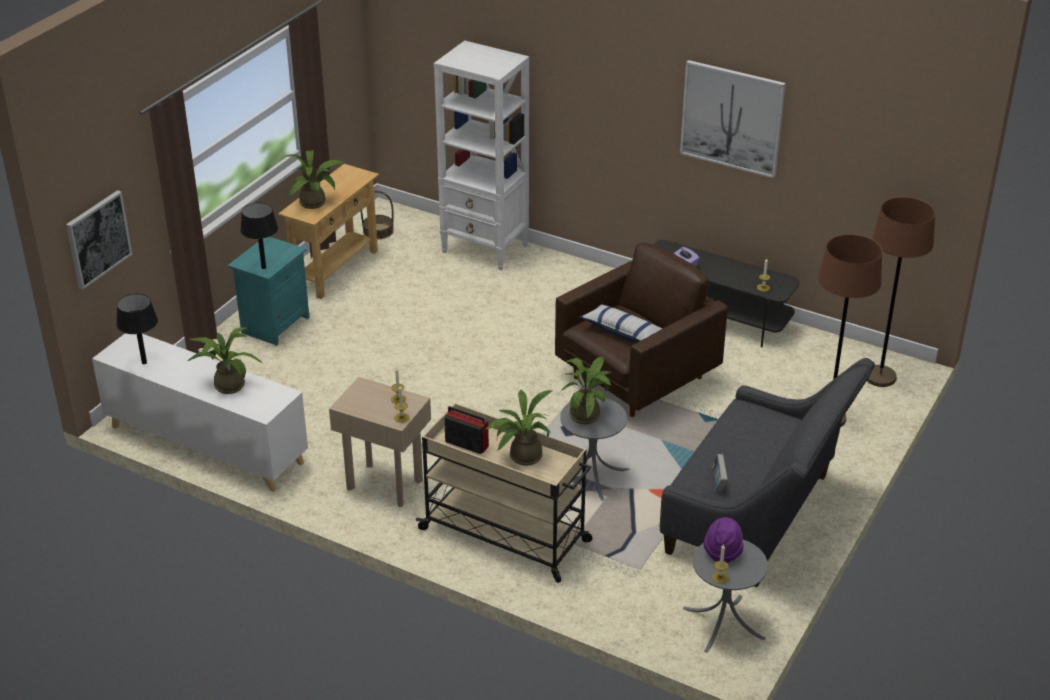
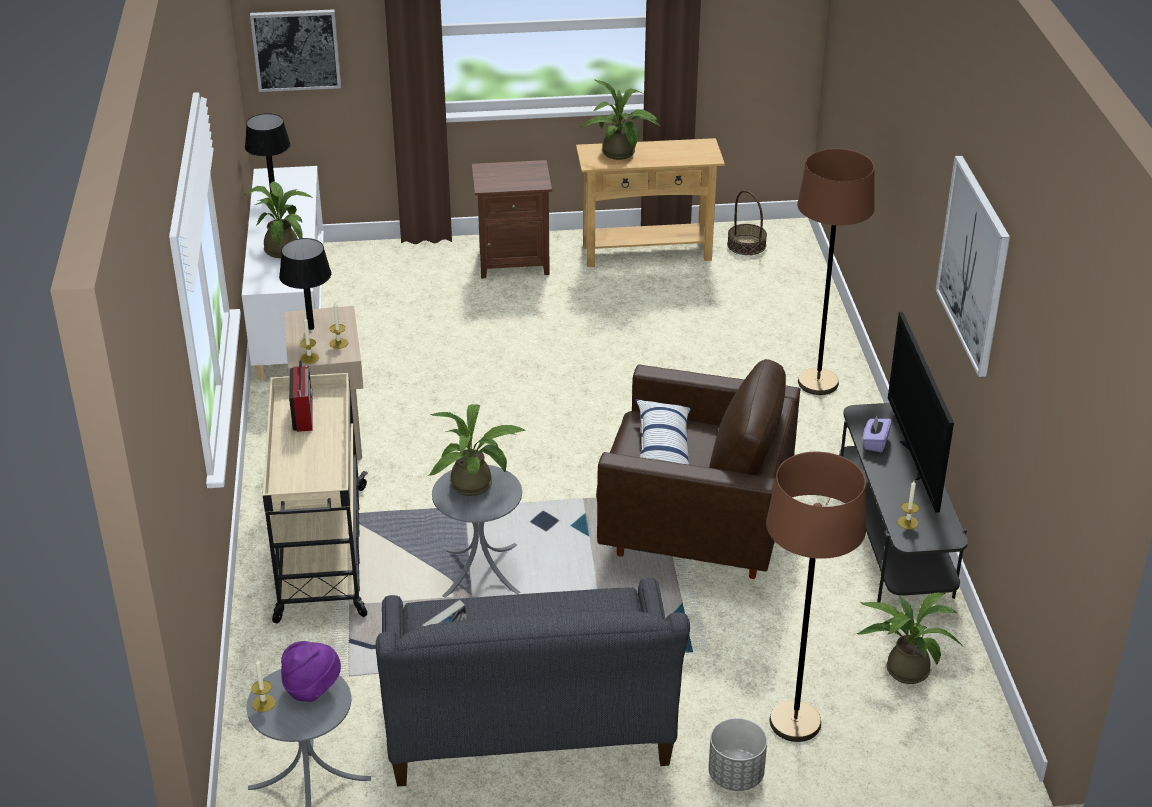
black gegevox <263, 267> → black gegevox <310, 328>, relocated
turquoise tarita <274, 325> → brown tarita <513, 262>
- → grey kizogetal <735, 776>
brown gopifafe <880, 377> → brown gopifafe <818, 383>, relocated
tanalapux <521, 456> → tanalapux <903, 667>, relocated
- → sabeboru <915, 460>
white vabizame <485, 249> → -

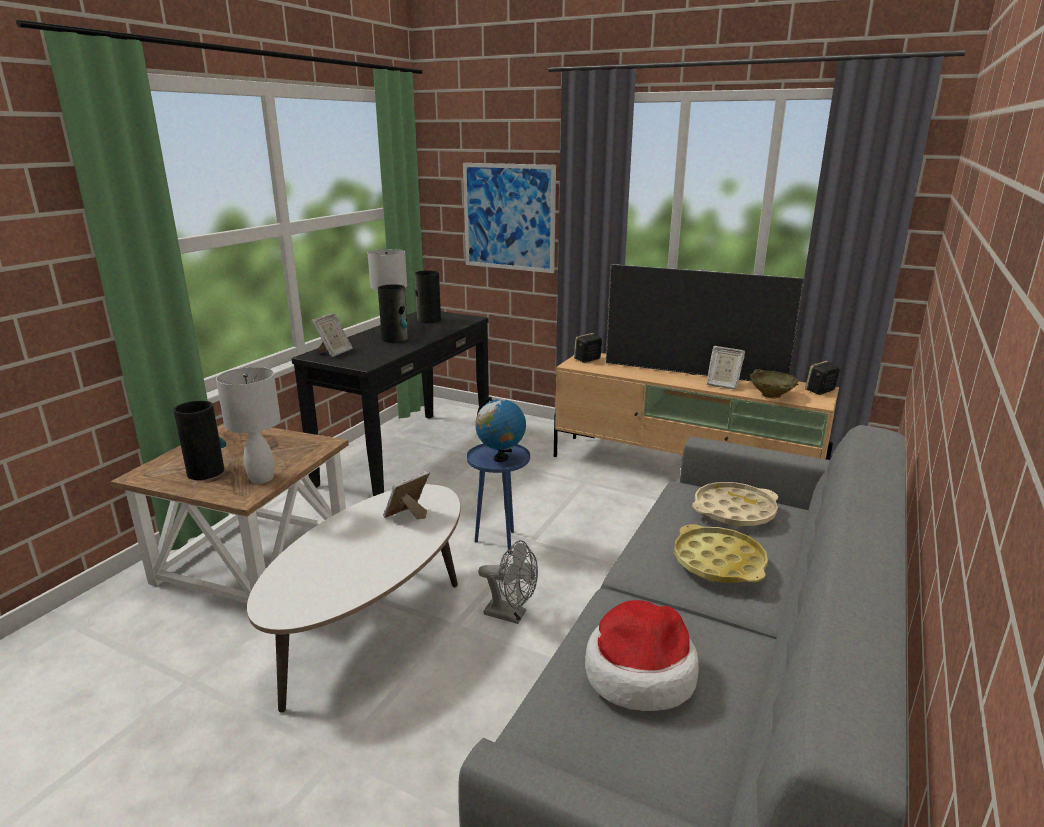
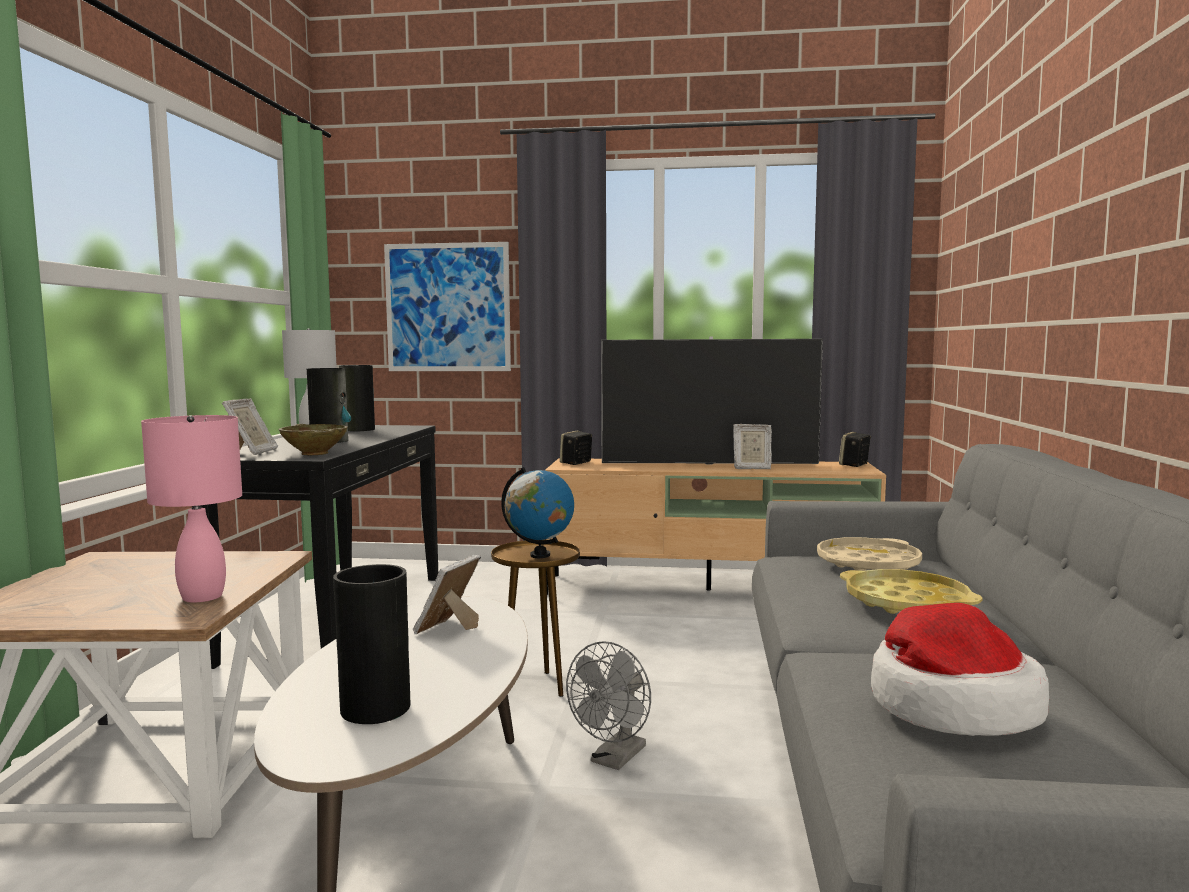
white gegevox <261, 479> → pink gegevox <202, 597>
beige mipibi <771, 395> → beige mipibi <314, 453>, relocated
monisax <206, 471> → monisax <375, 707>, relocated
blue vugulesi <499, 542> → brown vugulesi <537, 686>
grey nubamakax <511, 614> → grey nubamakax <614, 759>, 120 degrees clockwise

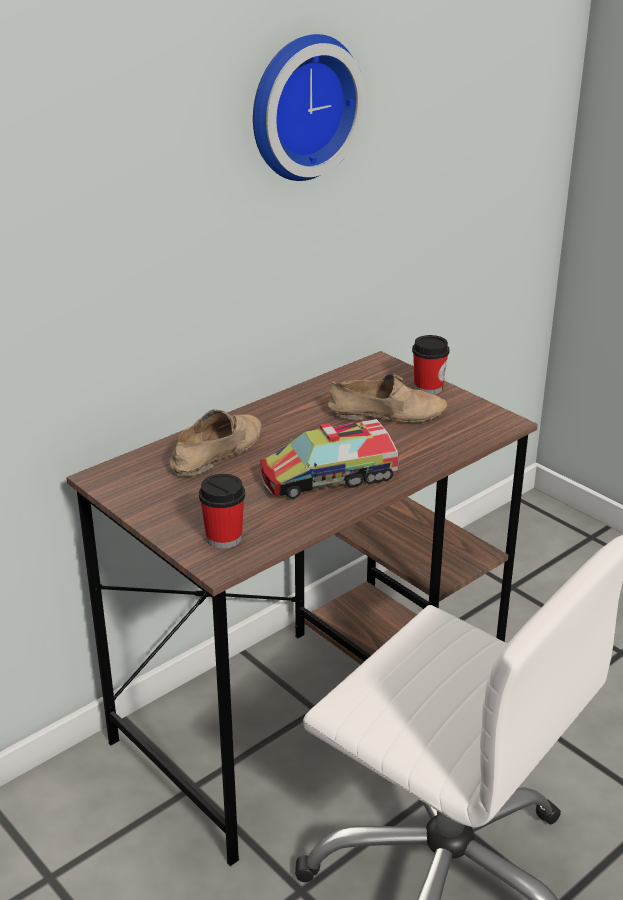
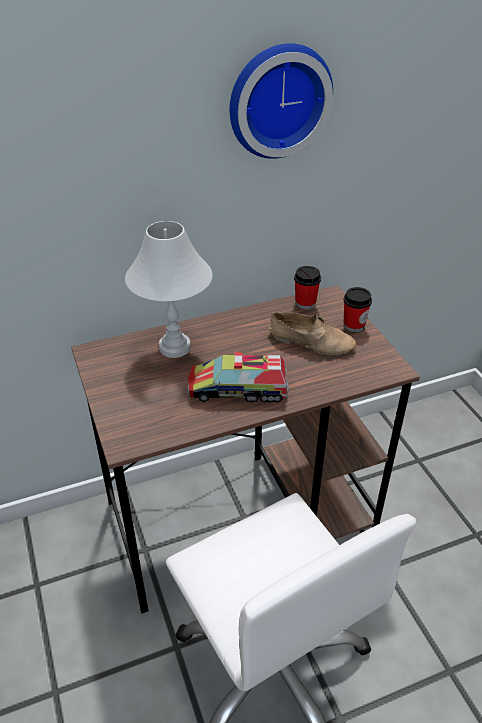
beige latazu <215, 451> → white gegevox <175, 347>
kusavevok <224, 538> → kusavevok <305, 303>, relocated

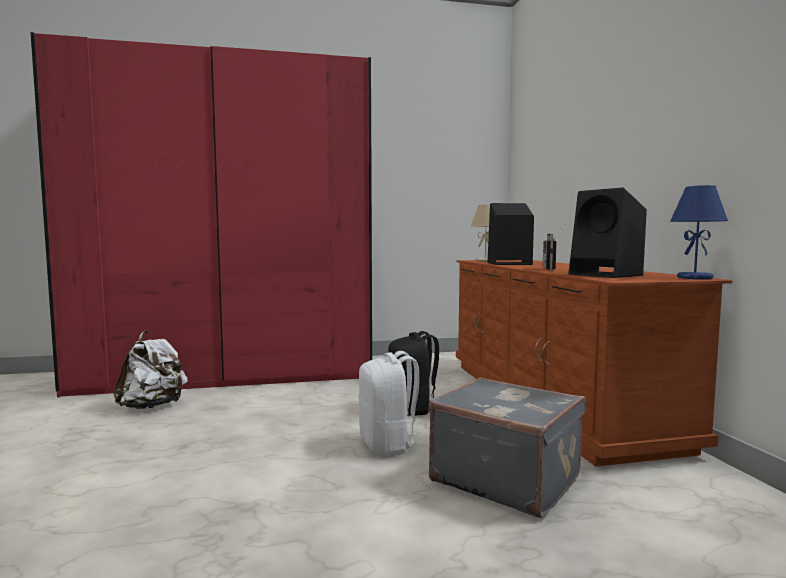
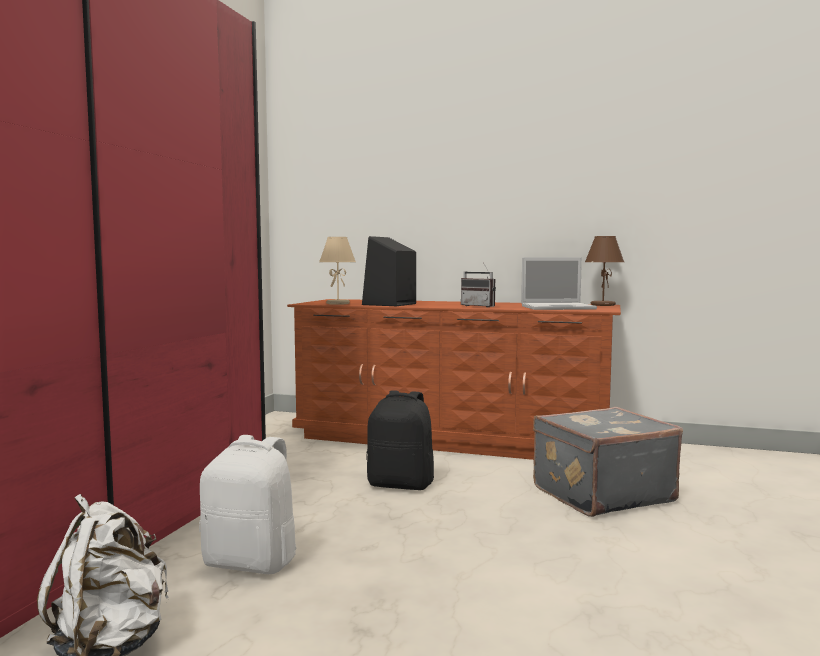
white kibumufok <388, 445> → white kibumufok <252, 562>, relocated
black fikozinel <607, 275> → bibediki <559, 307>
blue gegevox <695, 278> → brown gegevox <602, 305>

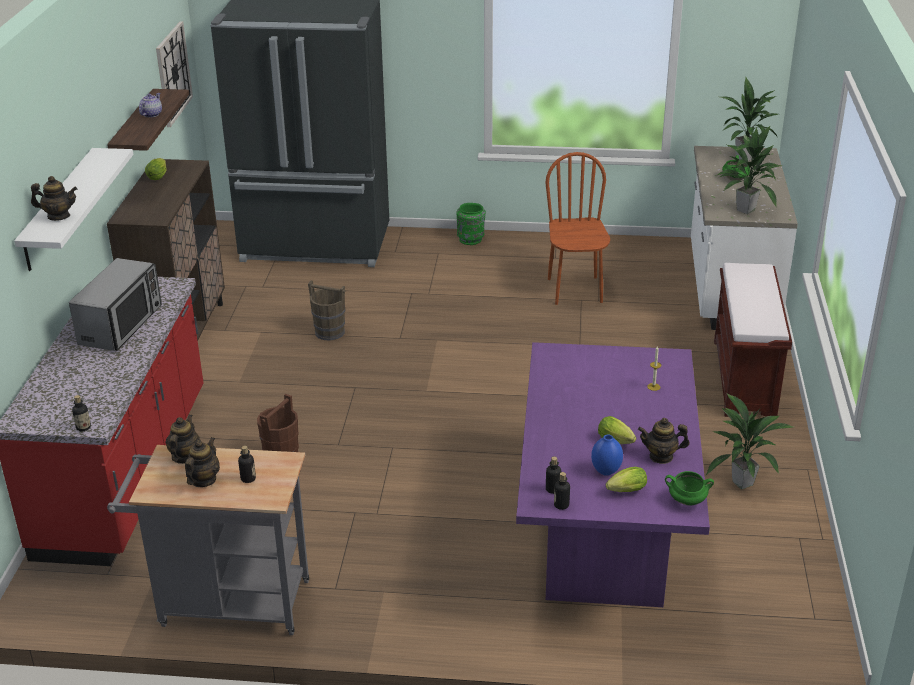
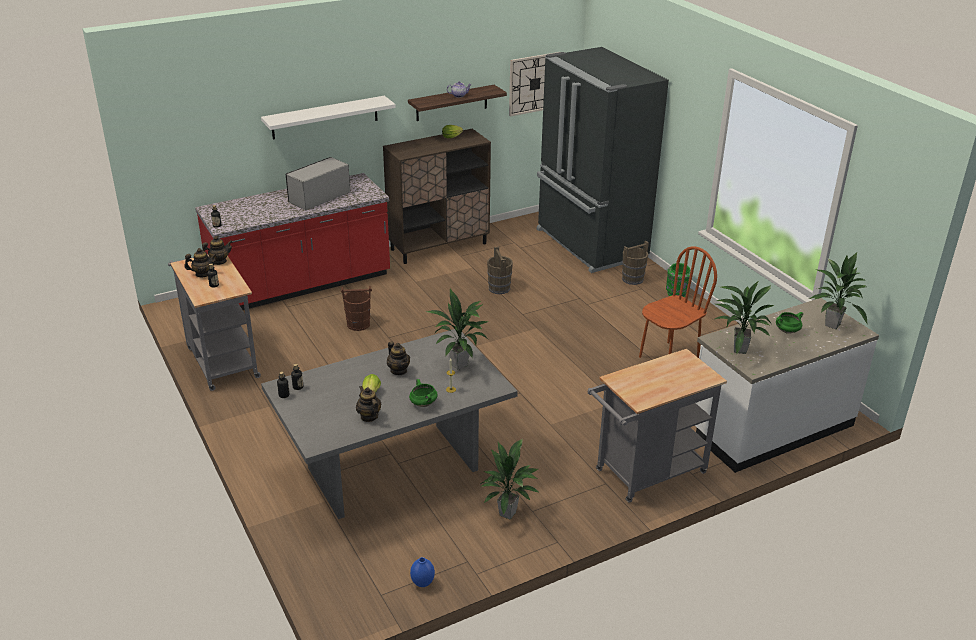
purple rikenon <605, 534> → grey rikenon <392, 470>
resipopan <121, 325> → resipopan <319, 197>, 150 degrees clockwise
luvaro <58, 216> → luvaro <398, 370>, relocated
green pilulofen <686, 501> → green pilulofen <423, 404>, relocated
blue monisax <606, 471> → blue monisax <422, 583>, relocated
- → tanalapux <459, 365>
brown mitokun <745, 379> → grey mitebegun <645, 474>
- → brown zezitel <633, 279>
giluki <625, 491> → -

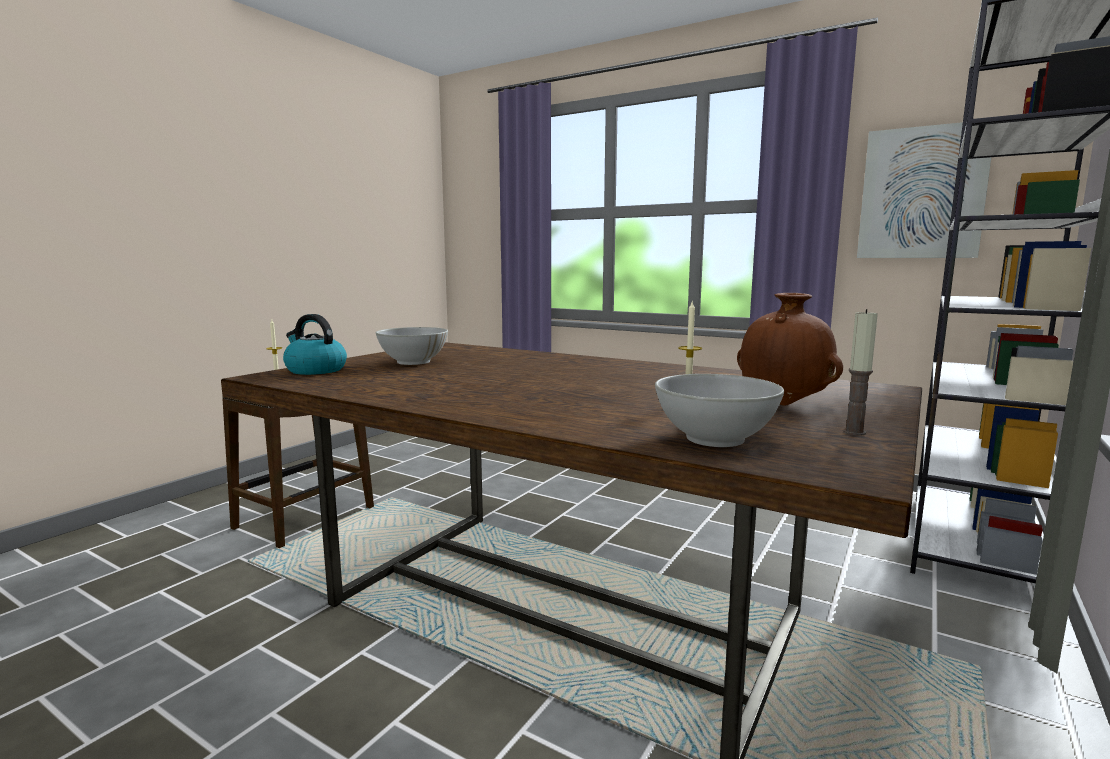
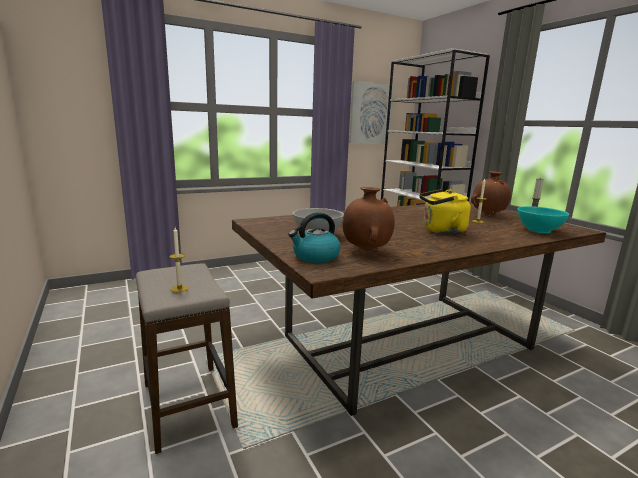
- → brown monisax <366, 250>
- → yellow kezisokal <441, 231>
white mipibi <714, 439> → turquoise mipibi <539, 230>

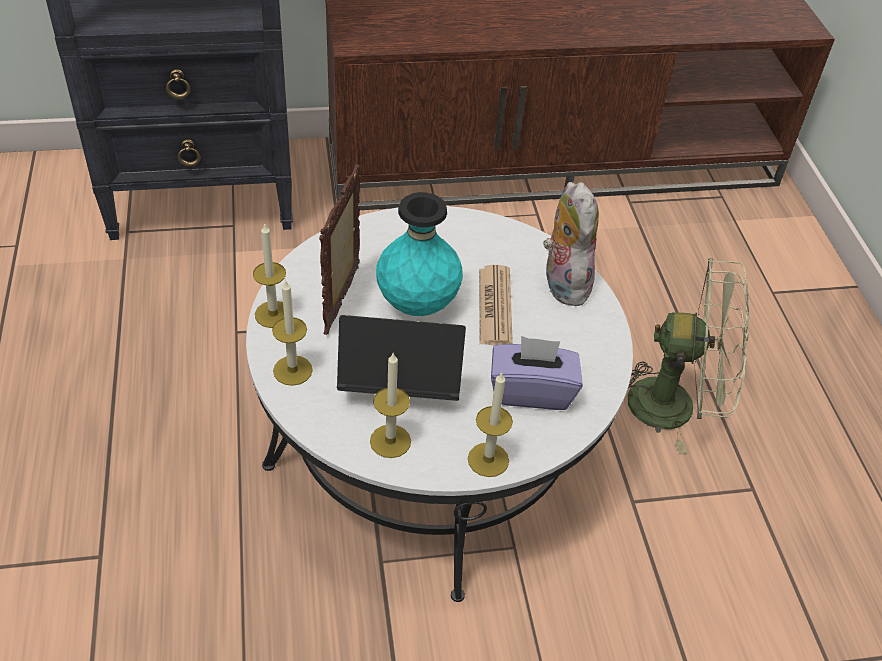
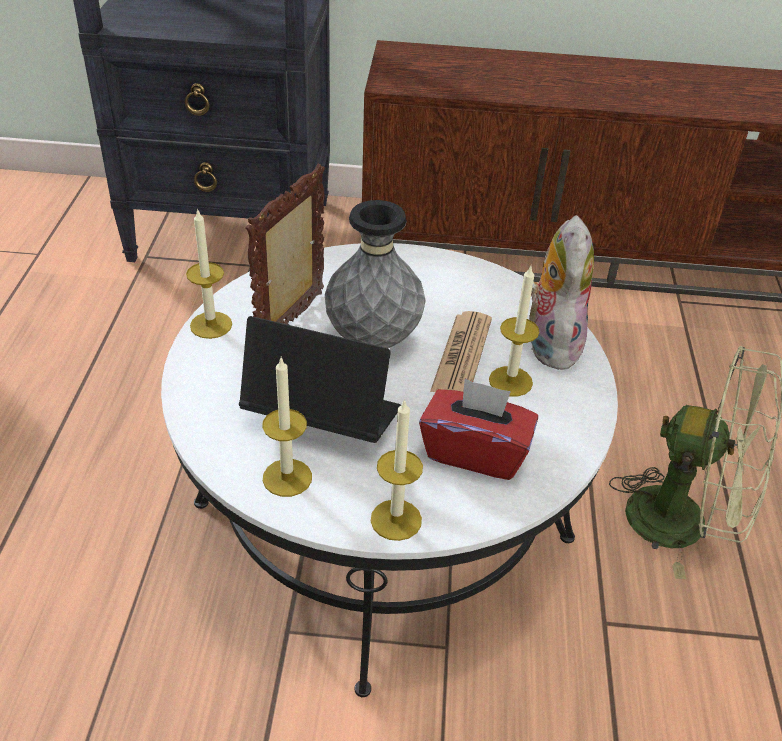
turquoise monisax <418, 305> → grey monisax <373, 340>
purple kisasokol <531, 391> → red kisasokol <475, 452>
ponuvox <292, 370> → ponuvox <510, 381>, relocated

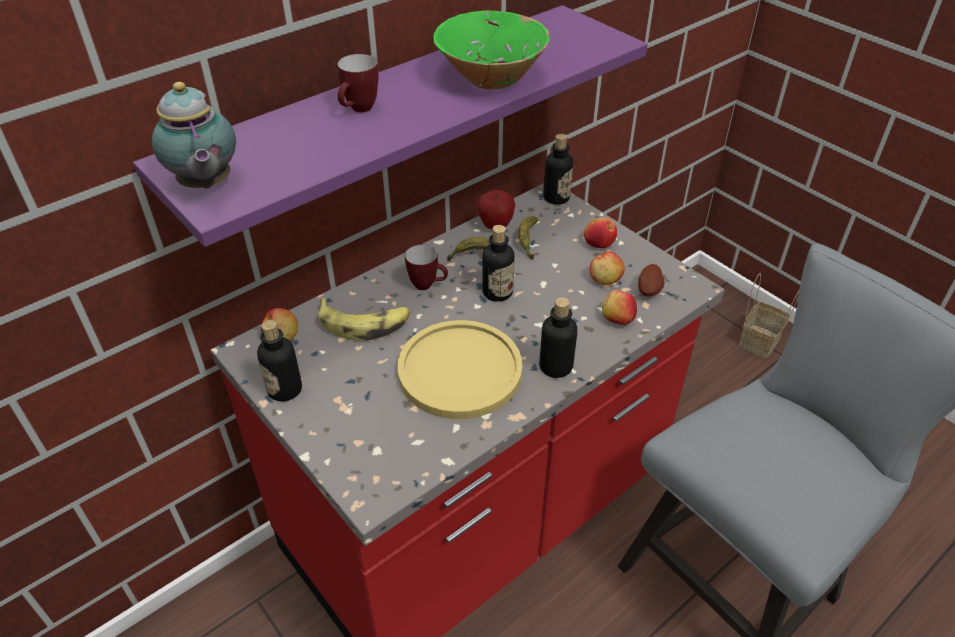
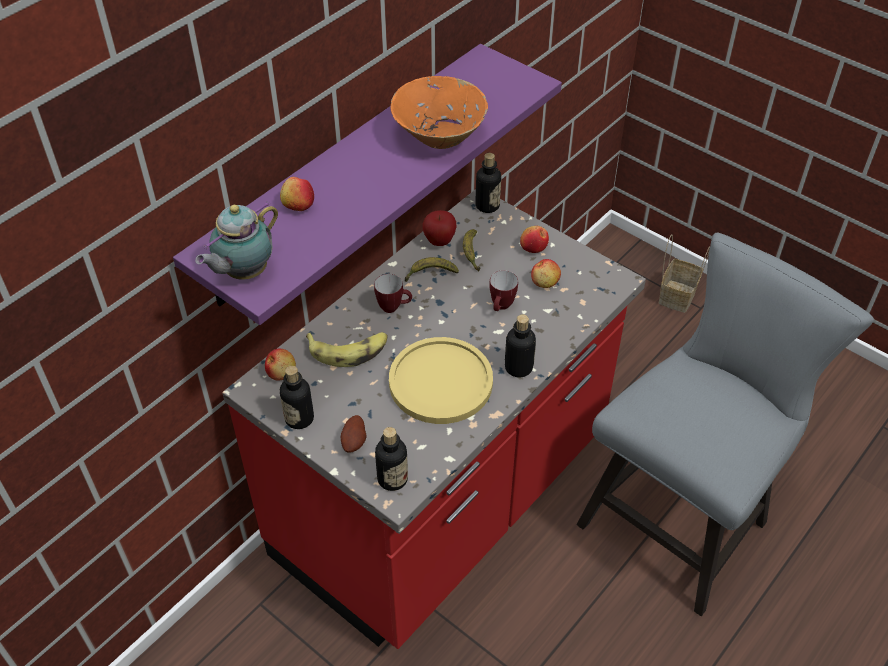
luvaro <205, 185> → luvaro <243, 273>, 75 degrees clockwise
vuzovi <617, 318> → vuzovi <298, 205>, relocated
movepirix <649, 290> → movepirix <355, 441>, relocated
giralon <497, 292> → giralon <392, 479>, relocated
green mipibi <491, 78> → orange mipibi <439, 136>
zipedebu <359, 110> → zipedebu <501, 307>, relocated

